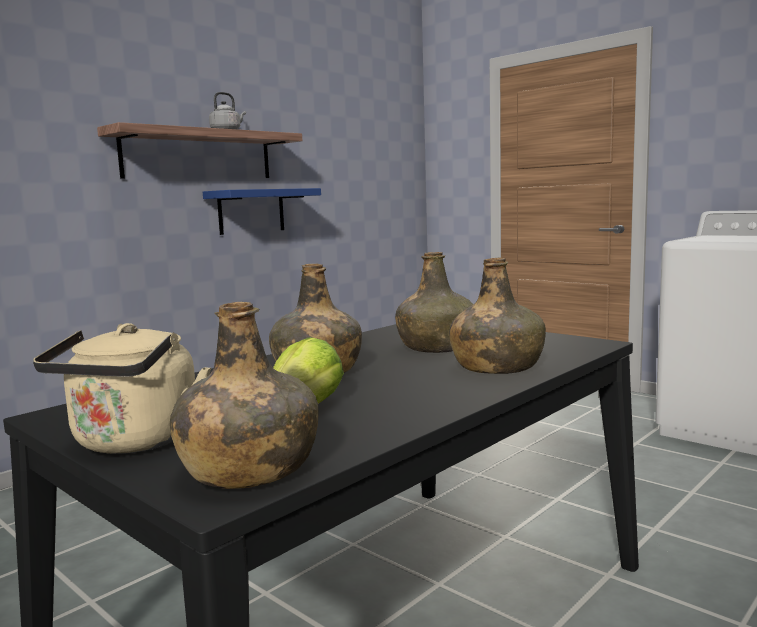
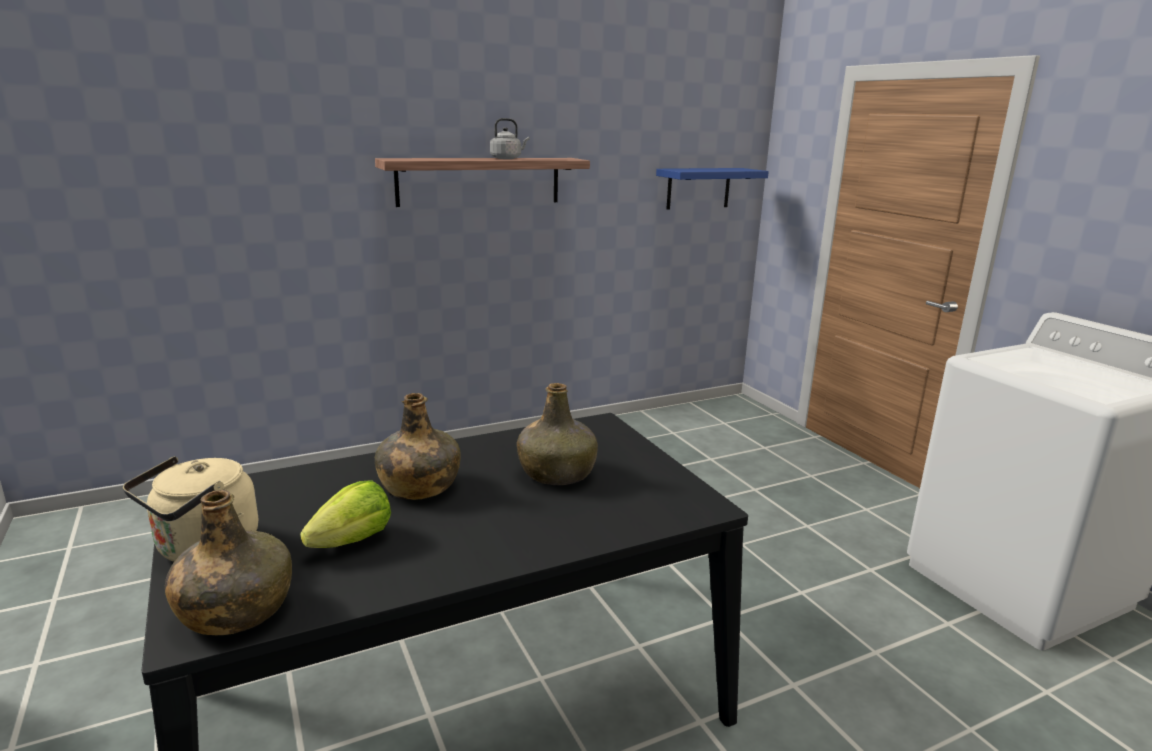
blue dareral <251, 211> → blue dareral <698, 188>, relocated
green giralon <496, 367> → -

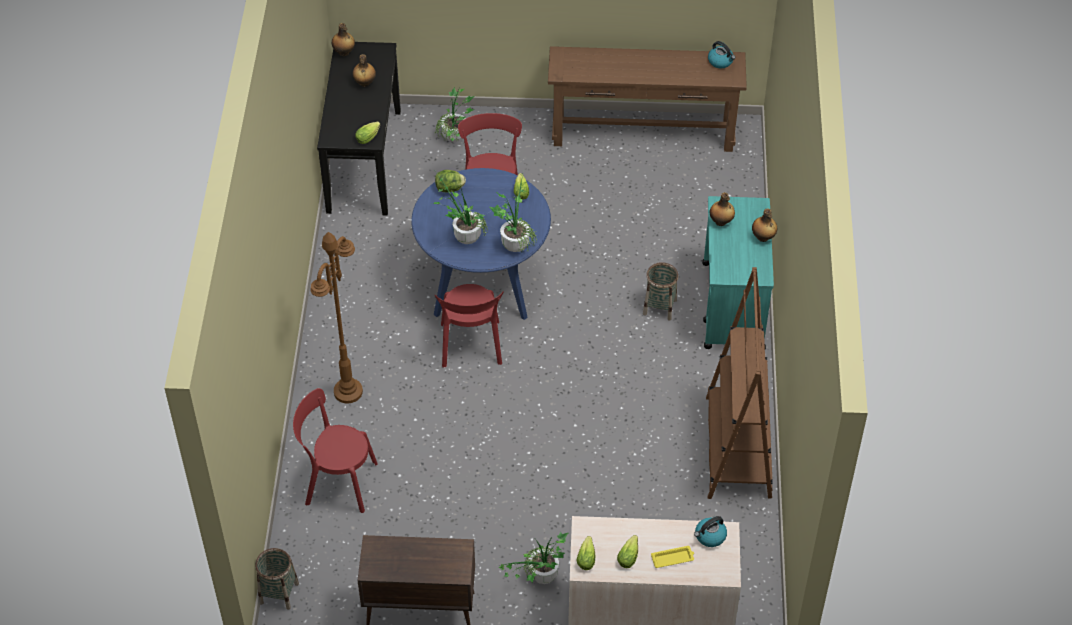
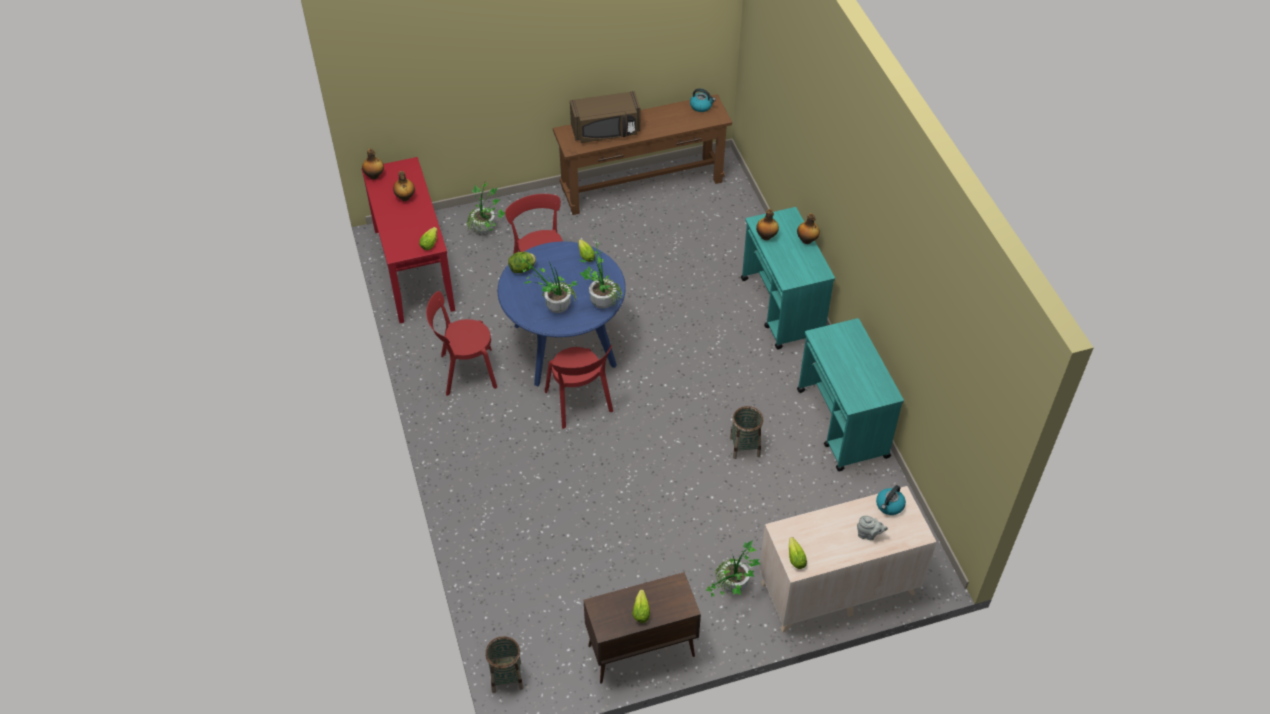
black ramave <363, 161> → red ramave <413, 269>
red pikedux <337, 482> → red pikedux <465, 372>, relocated
- → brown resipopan <606, 131>
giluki <629, 555> → giluki <641, 609>, relocated
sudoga <660, 307> → sudoga <745, 447>, relocated
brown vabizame <738, 447> → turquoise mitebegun <842, 424>
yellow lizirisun <673, 558> → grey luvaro <868, 534>
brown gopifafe <348, 391> → -

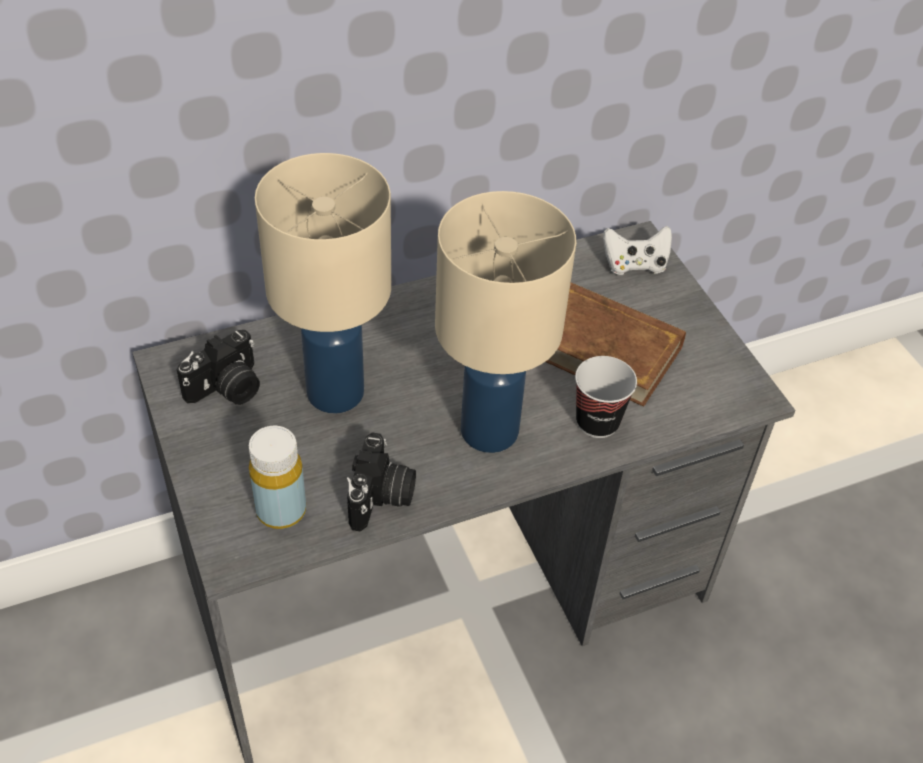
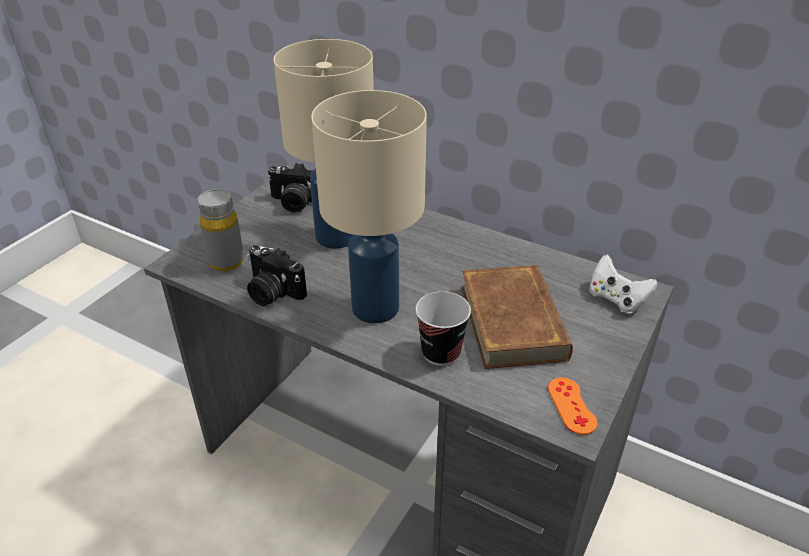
yellow giralon <281, 510> → grey giralon <226, 262>
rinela <381, 498> → rinela <272, 292>, 60 degrees clockwise
- → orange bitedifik <571, 405>

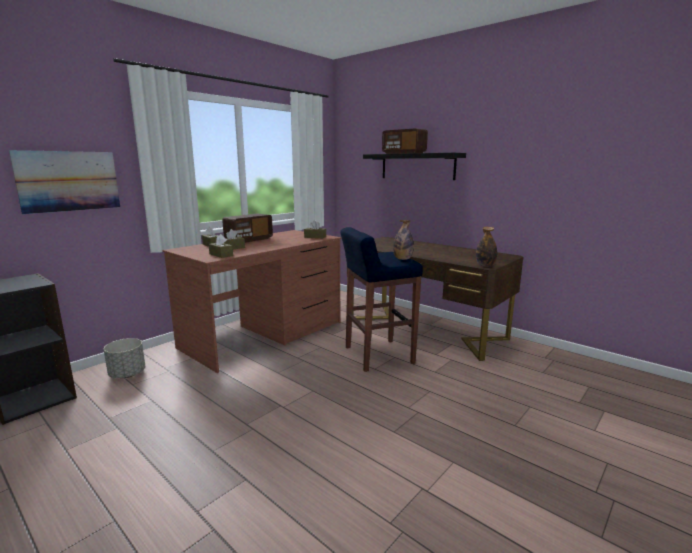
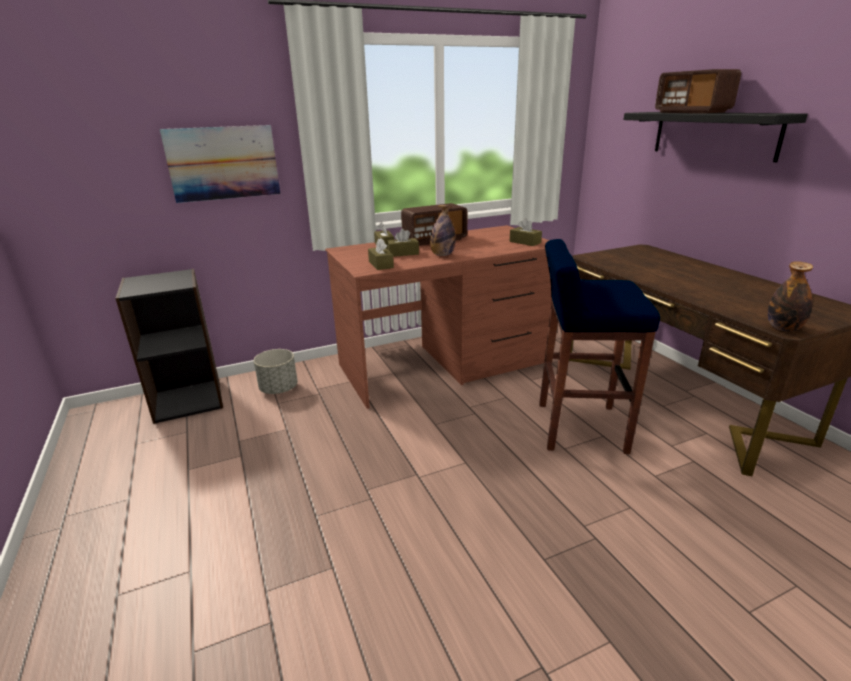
giralon <402, 259> → giralon <442, 255>, relocated

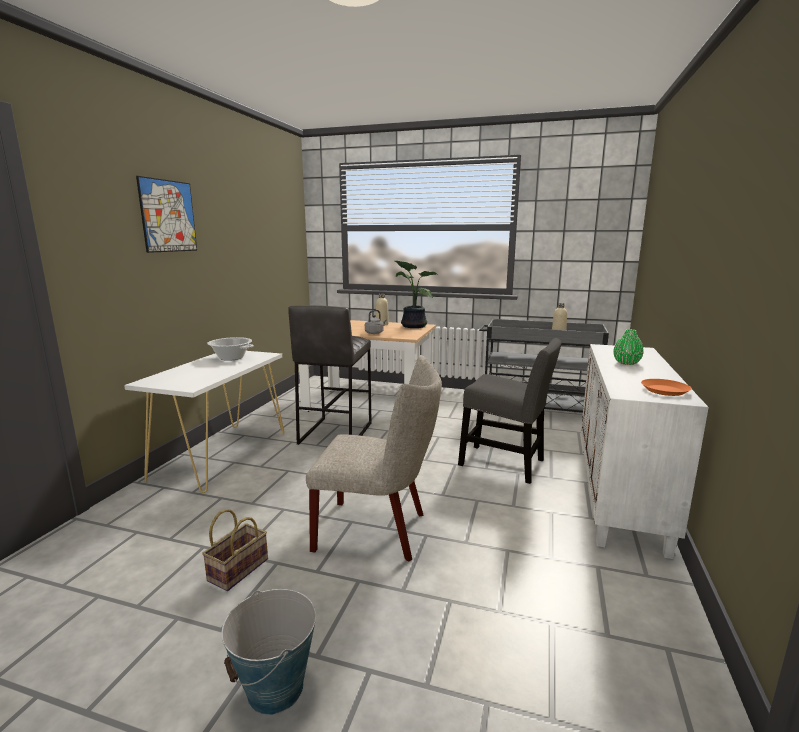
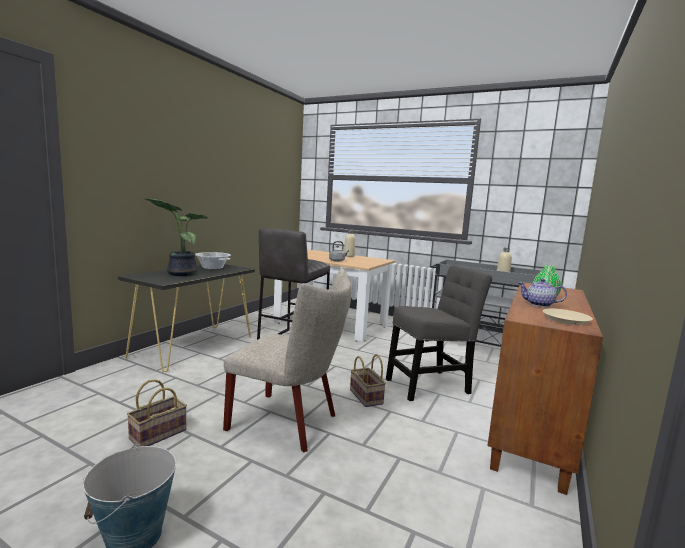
white ramave <222, 455> → black ramave <194, 346>
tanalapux <412, 326> → tanalapux <180, 273>, relocated
- → sudoga <367, 397>
grey pikedux <506, 464> → grey pikedux <431, 385>, 60 degrees counterclockwise
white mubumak <620, 495> → brown mubumak <532, 427>
- → luvaro <539, 304>
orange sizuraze <664, 390> → beige sizuraze <565, 320>
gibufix <168, 216> → -

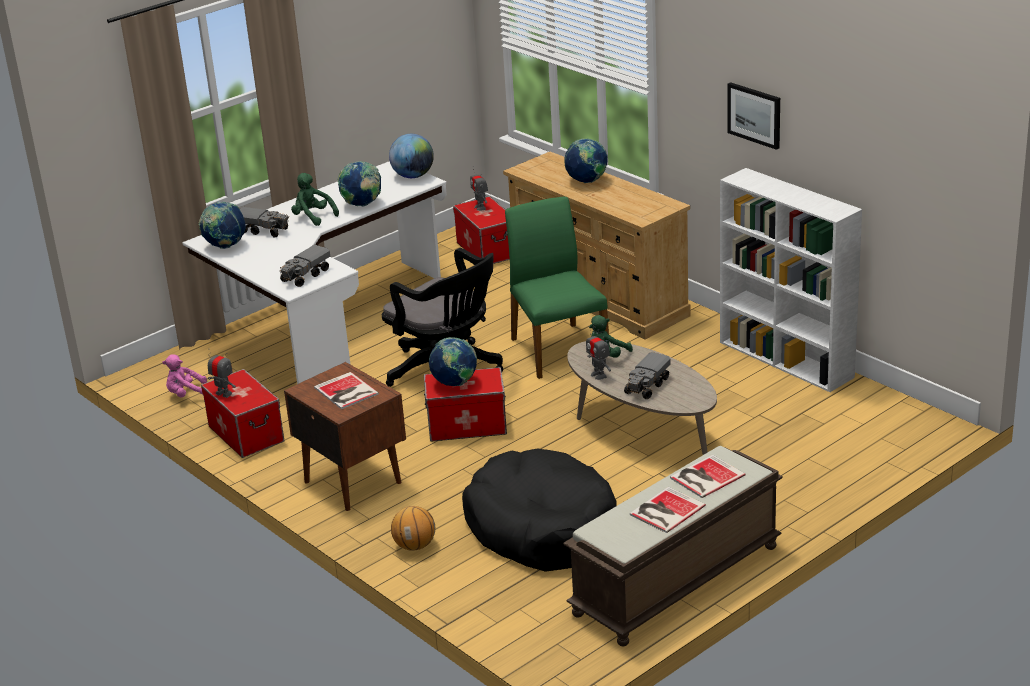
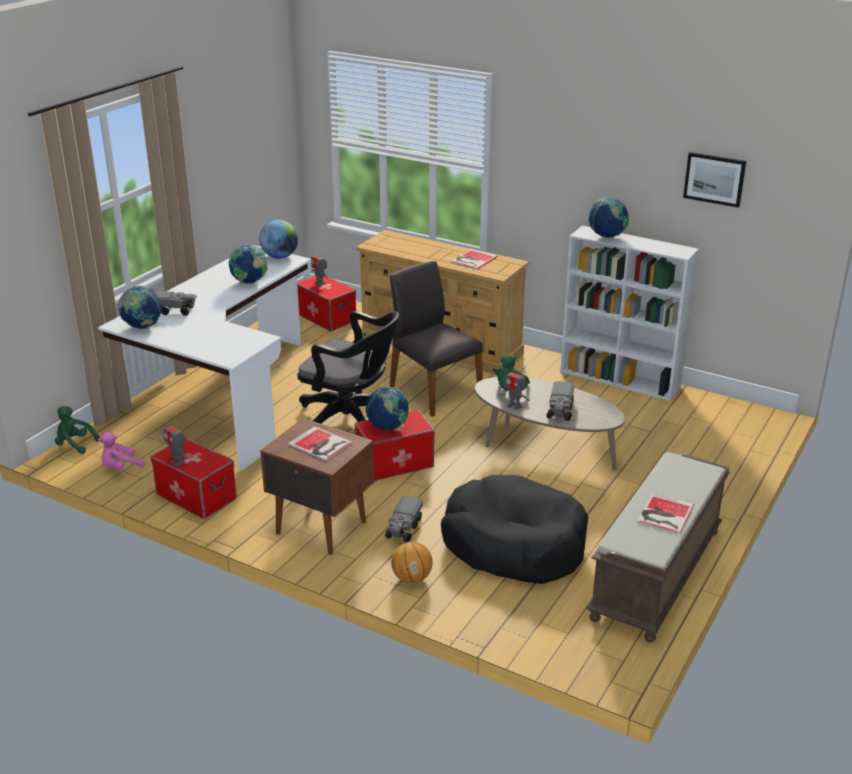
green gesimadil <313, 217> → green gesimadil <75, 445>, relocated
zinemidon <224, 394> → zinemidon <177, 461>, 150 degrees counterclockwise
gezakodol <305, 276> → gezakodol <404, 528>, relocated
green pikedux <557, 349> → grey pikedux <433, 391>
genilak <705, 477> → genilak <472, 259>, relocated
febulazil <587, 181> → febulazil <607, 237>, relocated
gibufix <754, 115> → gibufix <714, 179>, relocated

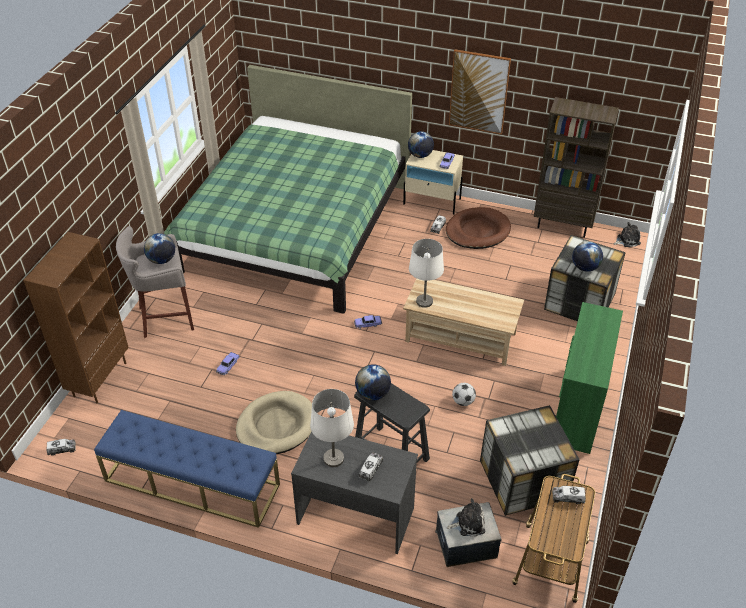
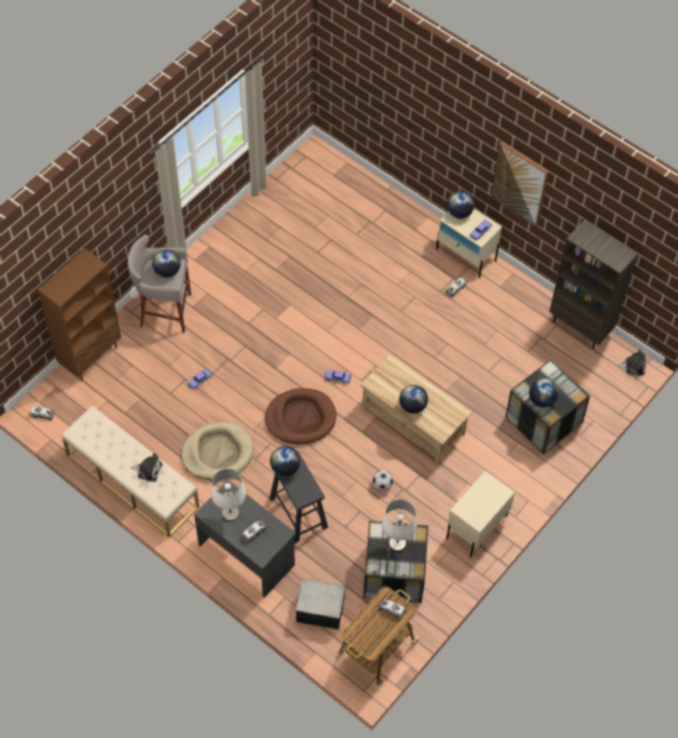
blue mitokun <191, 483> → beige mitokun <132, 481>
gesimadil <468, 523> → gesimadil <148, 470>, relocated
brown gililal <477, 231> → brown gililal <300, 418>, relocated
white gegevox <424, 302> → white gegevox <397, 543>, relocated
- → febulazil <412, 406>
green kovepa <577, 409> → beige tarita <476, 527>
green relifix <296, 228> → -

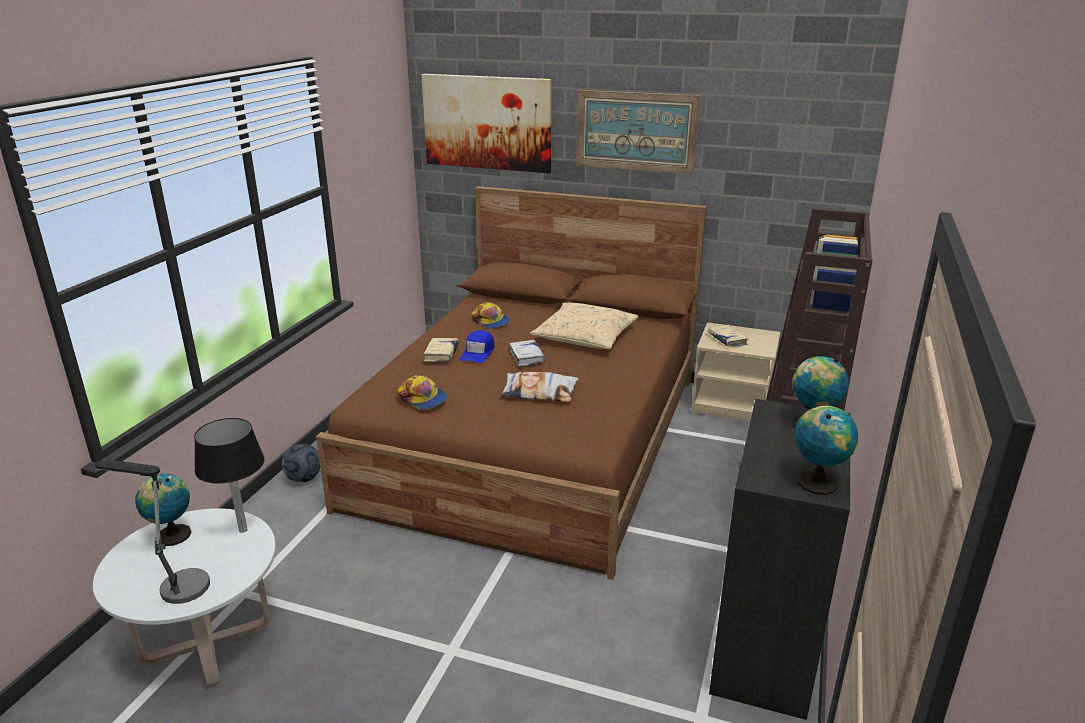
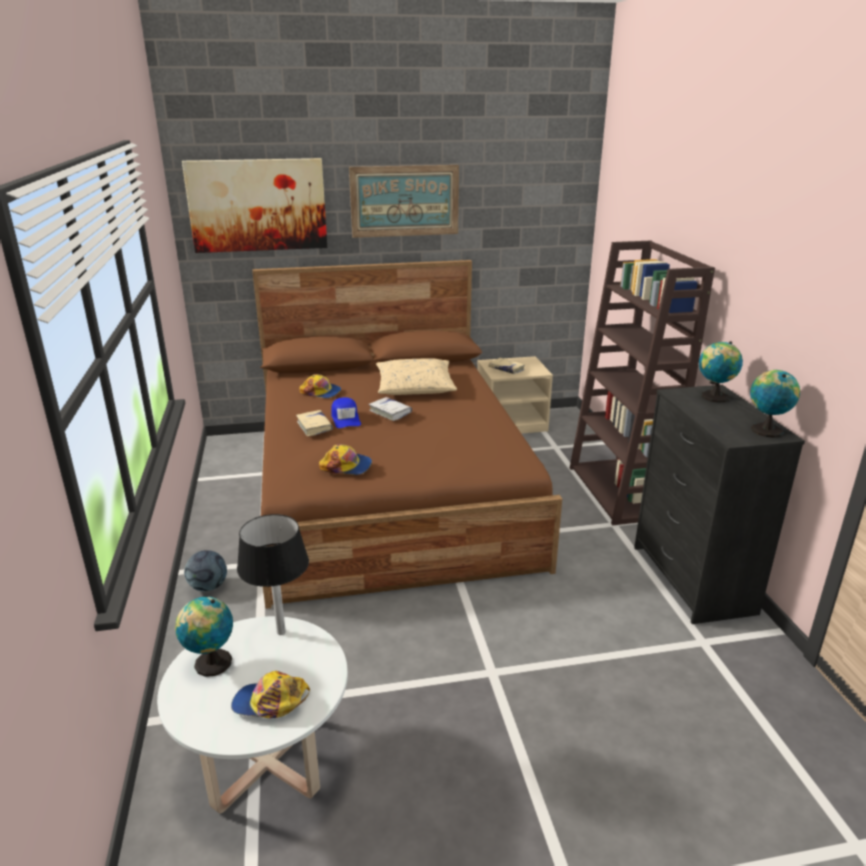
gegevox <174, 583> → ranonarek <270, 702>
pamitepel <539, 392> → -

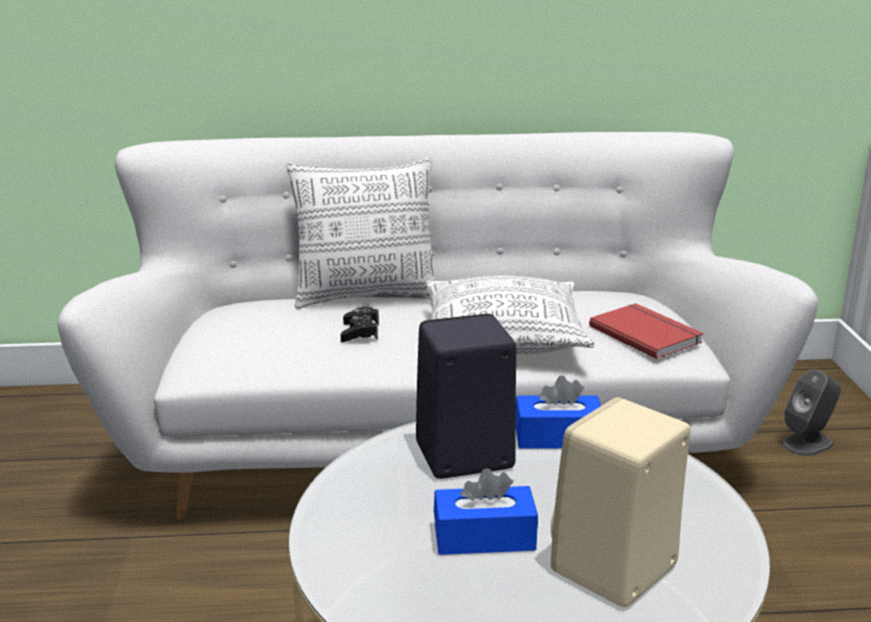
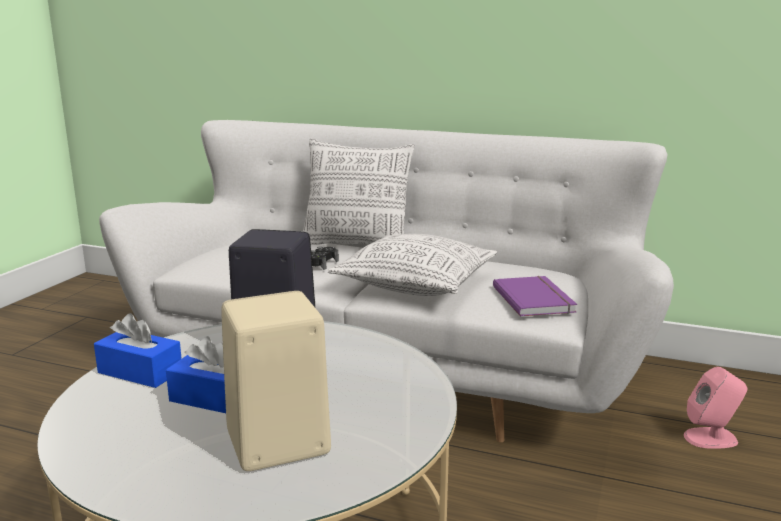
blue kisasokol <557, 437> → blue kisasokol <140, 372>, relocated
red genilak <646, 333> → purple genilak <535, 299>
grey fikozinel <807, 443> → pink fikozinel <711, 438>

